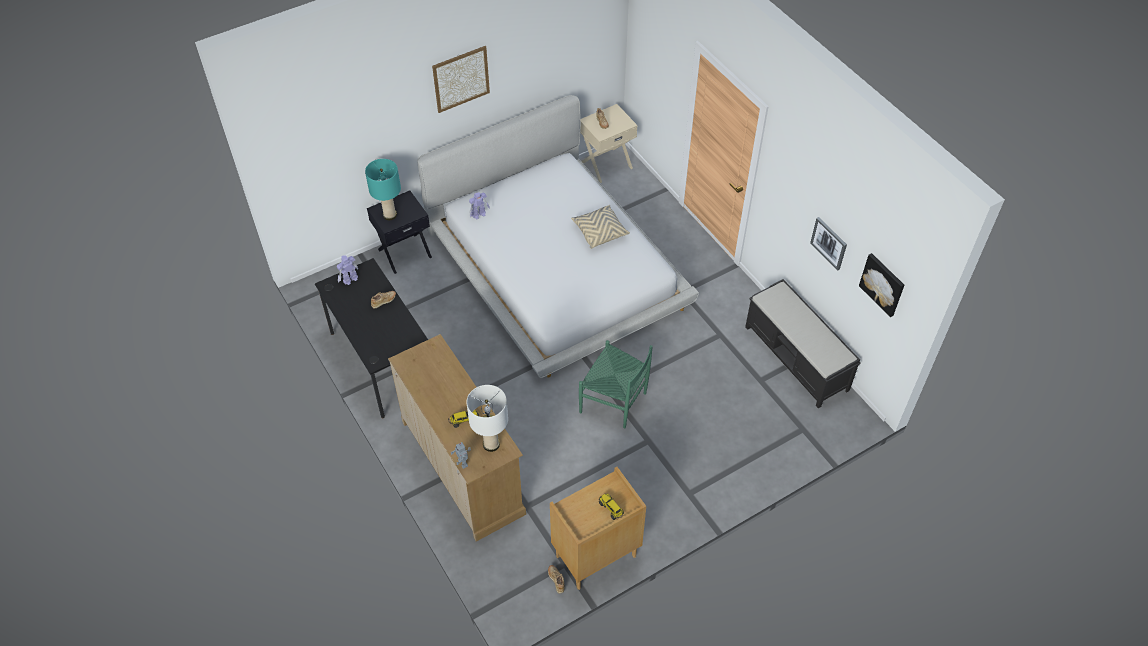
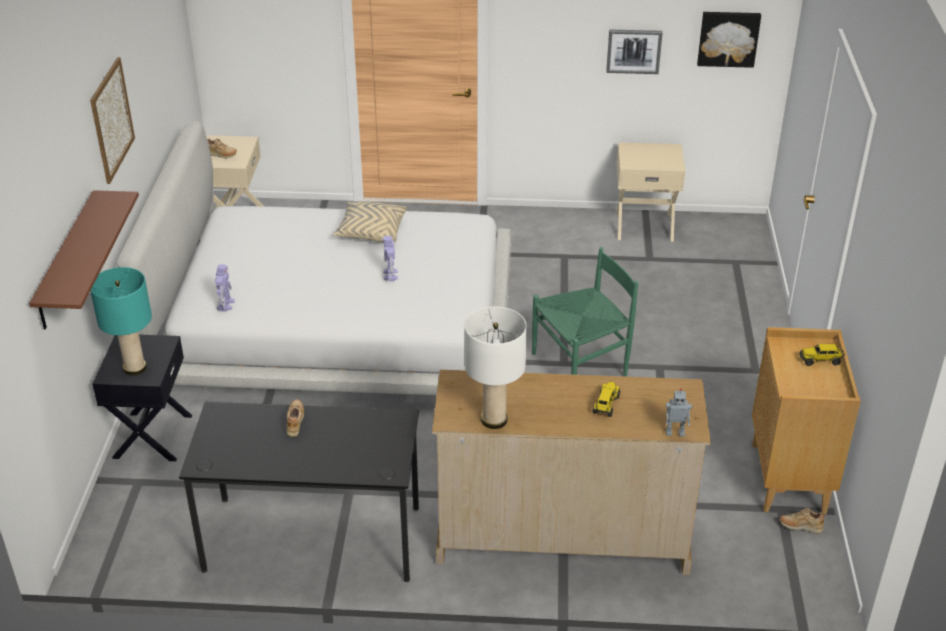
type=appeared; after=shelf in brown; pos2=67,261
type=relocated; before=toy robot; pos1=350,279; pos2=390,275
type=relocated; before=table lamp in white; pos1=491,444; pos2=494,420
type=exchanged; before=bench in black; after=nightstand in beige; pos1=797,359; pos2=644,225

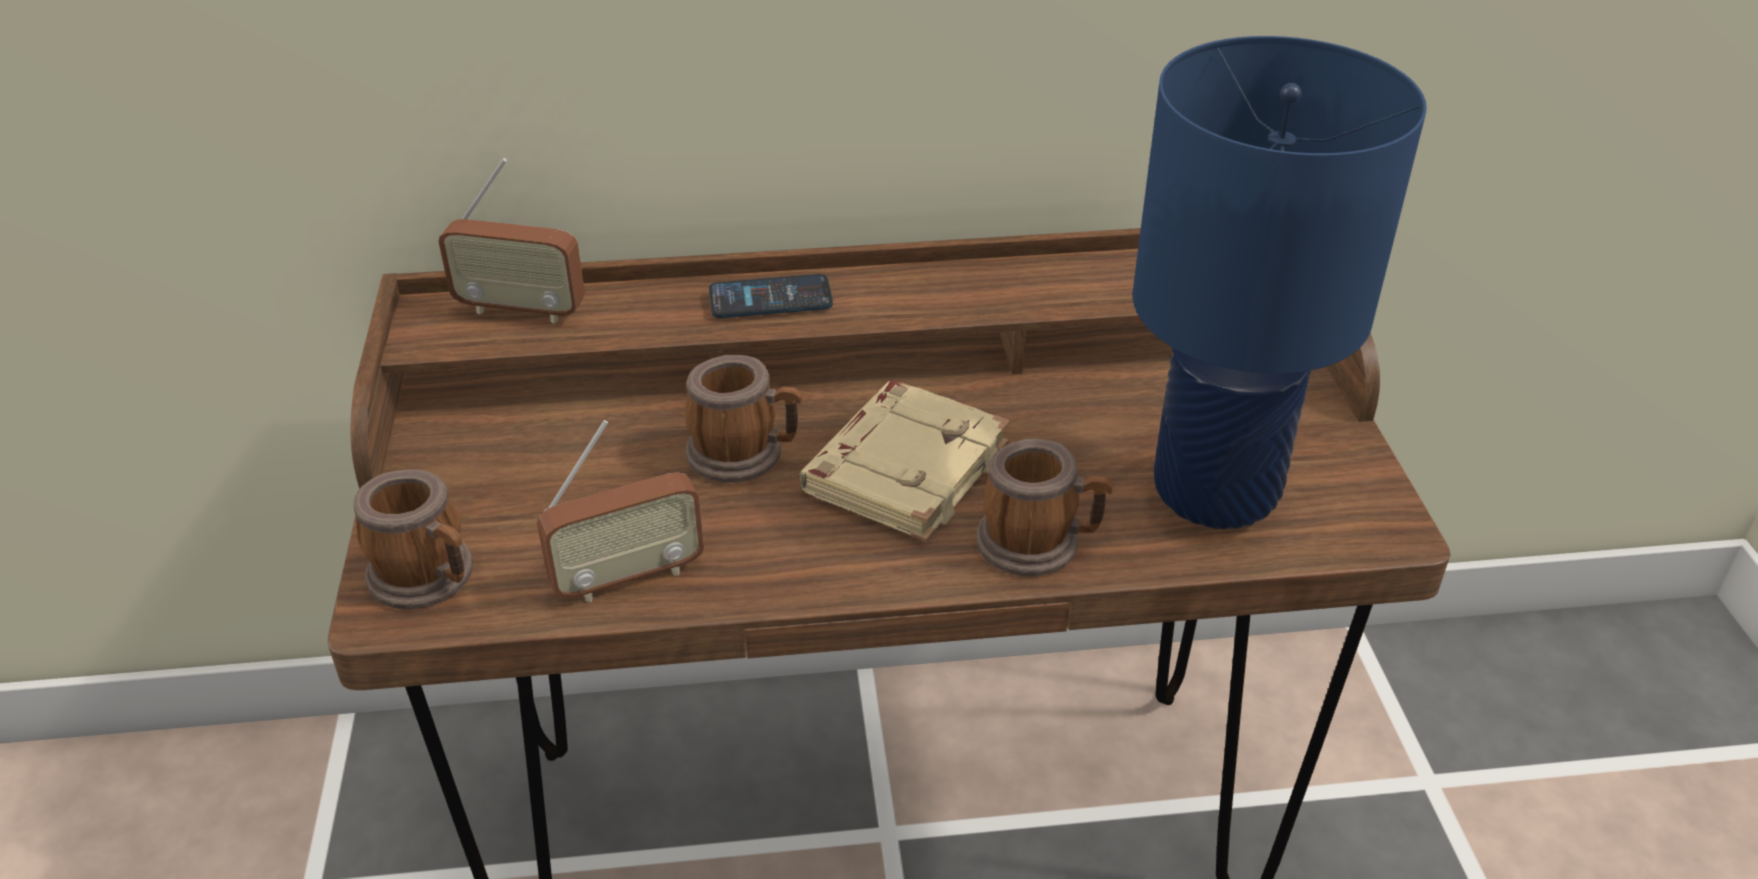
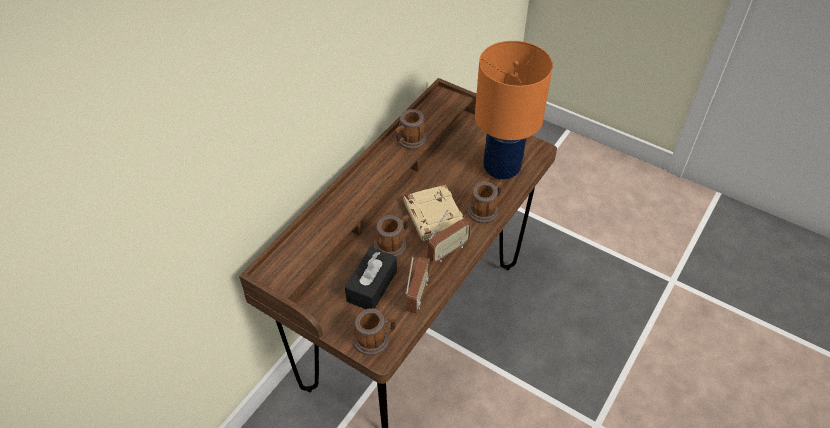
type=missing; before=phone; pos1=770,299
type=appeared; after=tissue box in black; pos2=372,286
type=appeared; after=mug; pos2=409,141
type=relocated; before=radio; pos1=521,309; pos2=448,251
type=colour; before=table lamp in blue; after=table lamp in orange; pos1=1215,501; pos2=502,169

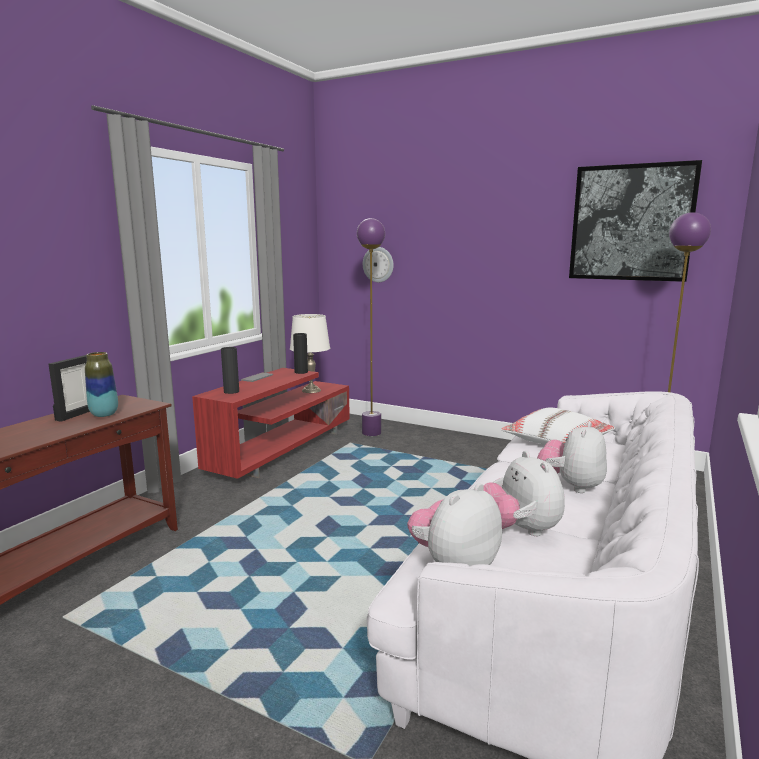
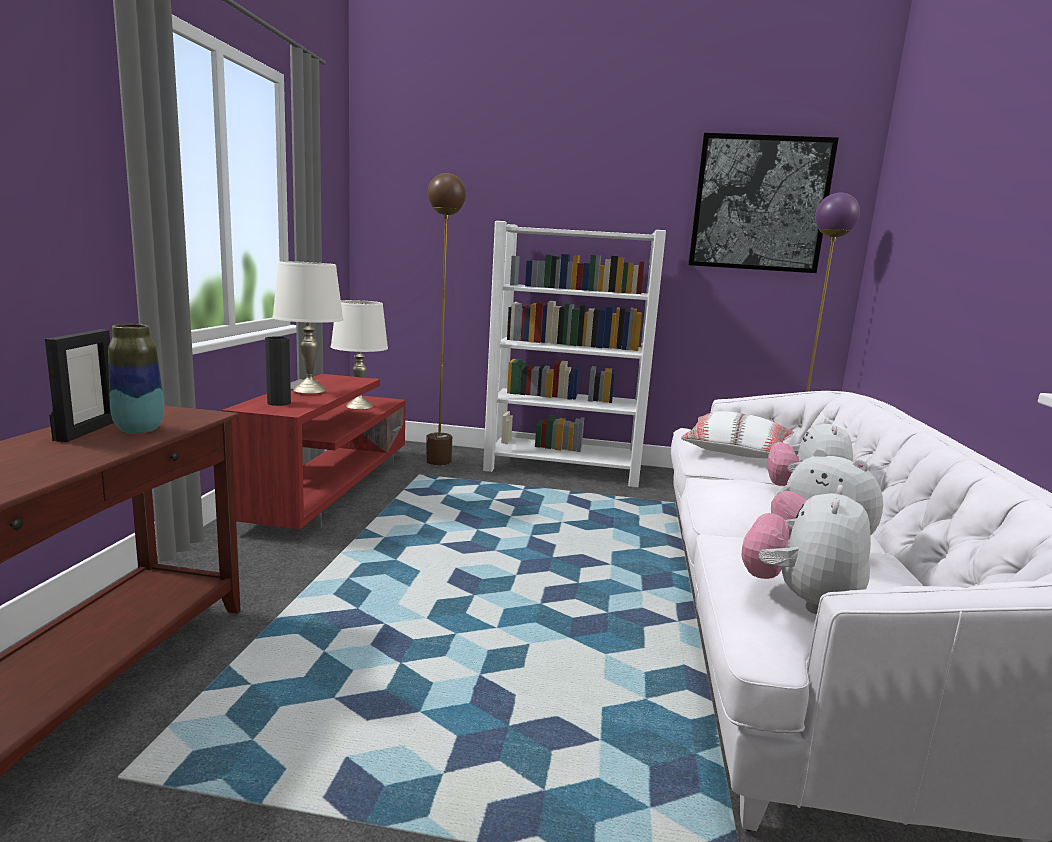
type=missing; before=vase in black; pos1=301,372
type=missing; before=wall clock; pos1=378,264
type=appeared; after=table lamp in white; pos2=310,389
type=appeared; after=bookcase in white; pos2=563,468
type=colour; before=floor lamp in purple; after=floor lamp in brown; pos1=371,433; pos2=438,461

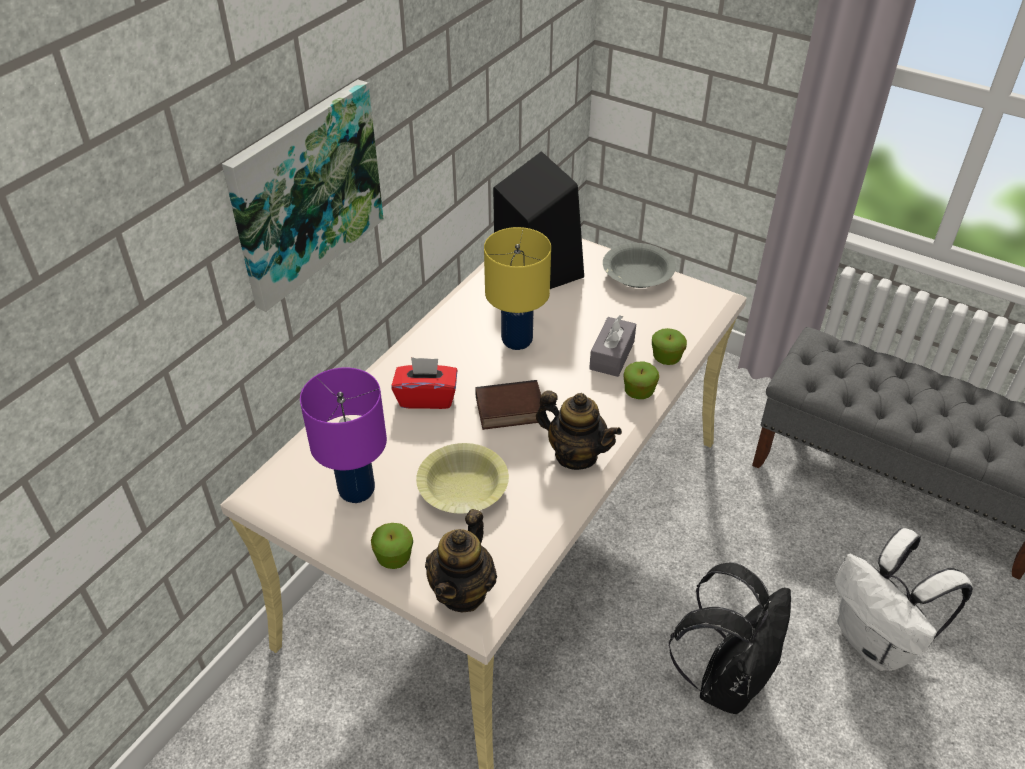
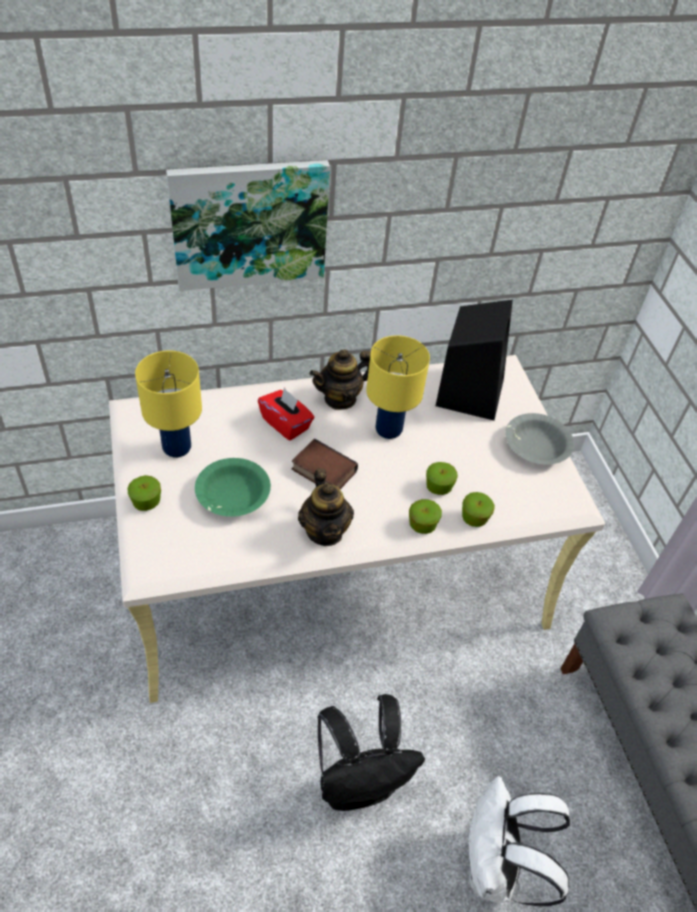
type=relocated; before=teapot; pos1=463,591; pos2=340,398
type=exchanged; before=tissue box in grey; after=apple; pos1=612,355; pos2=438,487
type=colour; before=table lamp in purple; after=table lamp in yellow; pos1=358,492; pos2=177,450
type=colour; before=bowl in yellow; after=bowl in green; pos1=462,488; pos2=233,495

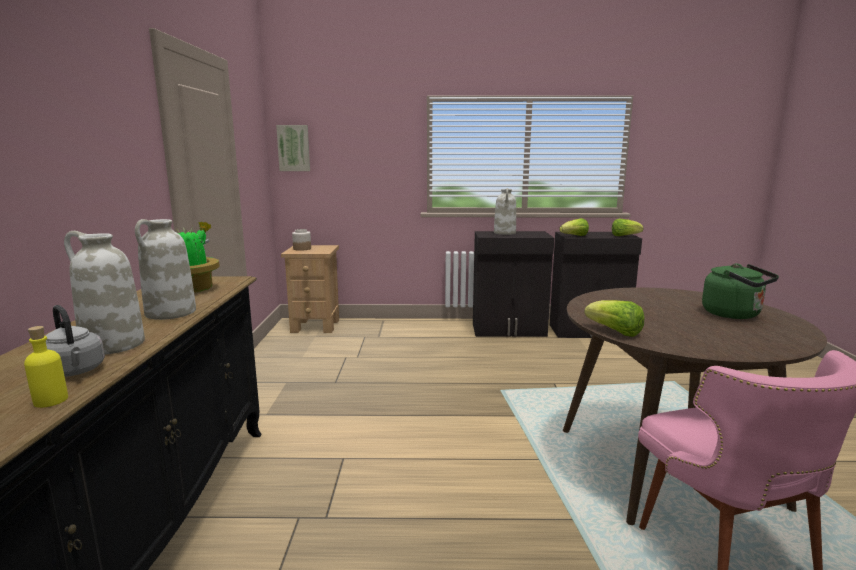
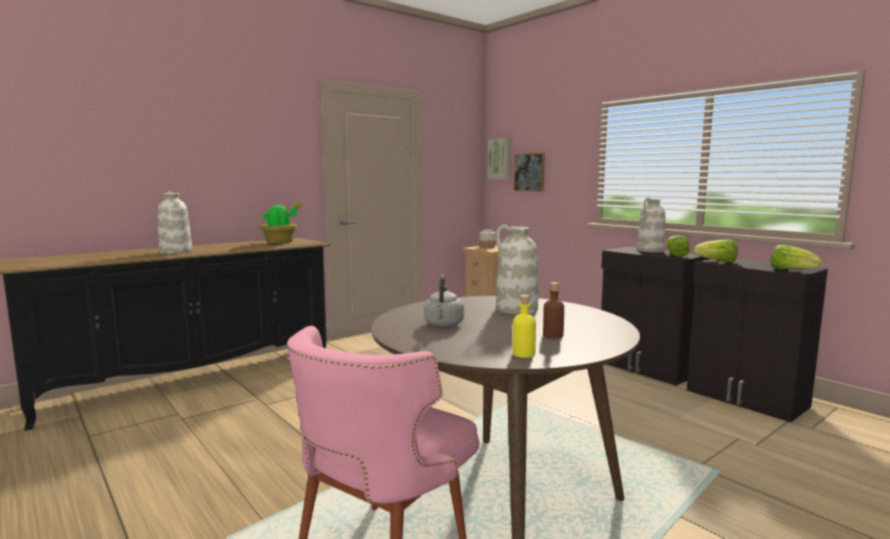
type=appeared; after=picture; pos2=529,172
type=relocated; before=bottle in yellow; pos1=50,400; pos2=523,354
type=relocated; before=kettle in grey; pos1=75,372; pos2=443,325
type=relocated; before=vase in white; pos1=170,313; pos2=516,309
type=relocated; before=lettuce; pos1=614,332; pos2=675,255
type=exchanged; before=kettle in green; after=bottle in brown; pos1=734,314; pos2=553,335

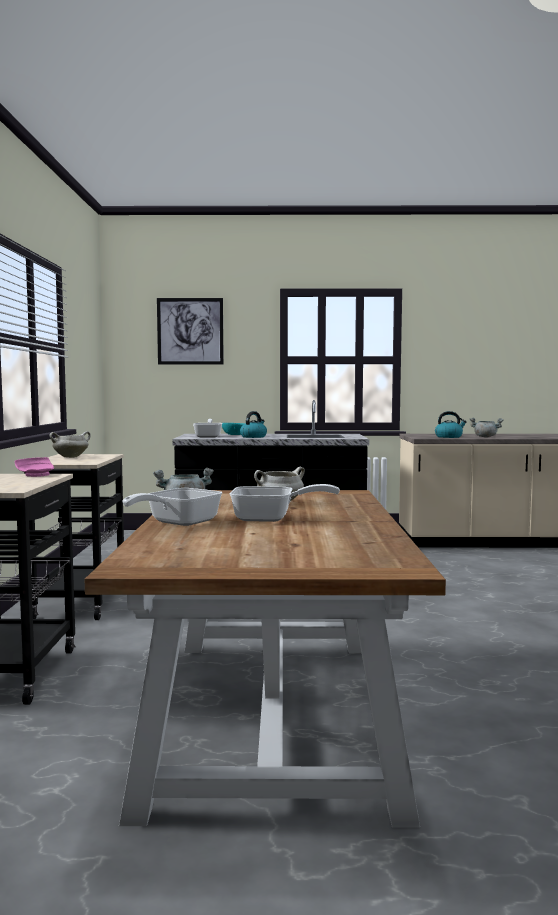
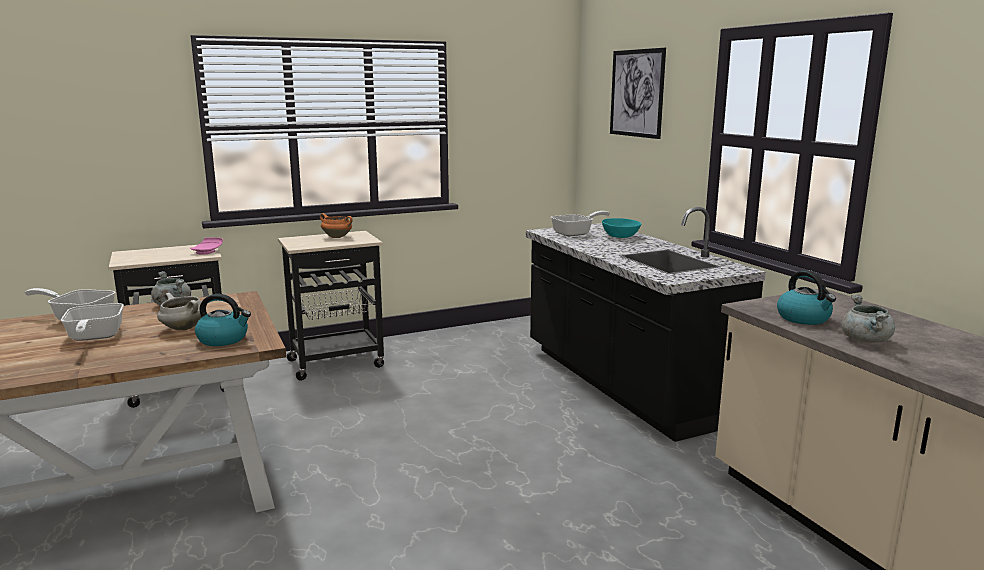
type=relocated; before=kettle; pos1=253,437; pos2=224,339
type=colour; before=cooking pot in white; after=cooking pot in orange; pos1=71,457; pos2=337,237

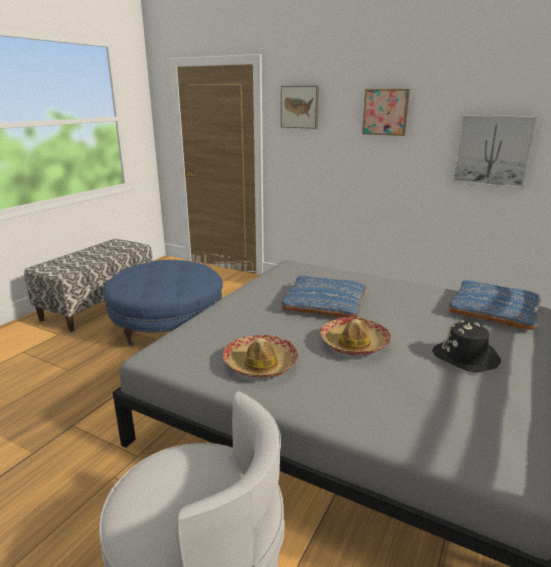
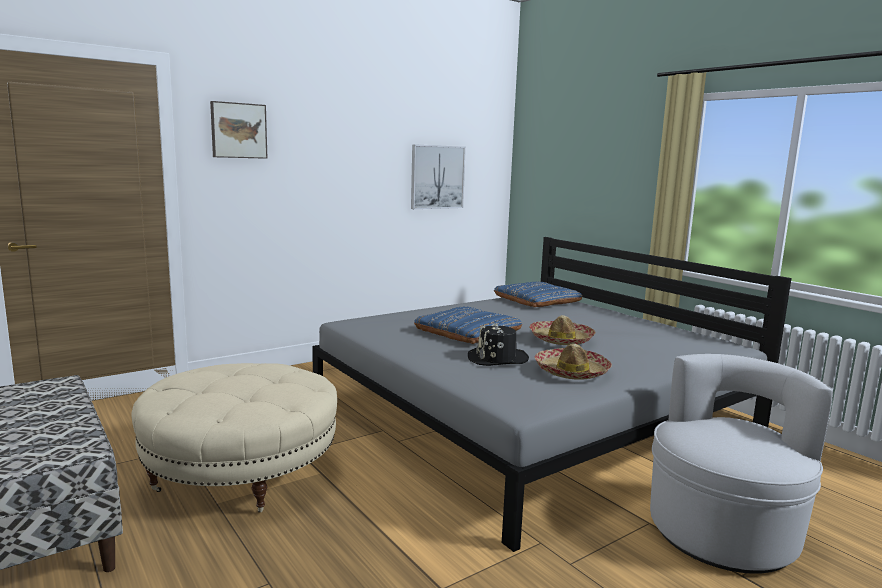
type=missing; before=picture; pos1=385,112
type=relocated; before=hat in black; pos1=465,357; pos2=497,359
type=colour; before=ottoman in blue; after=ottoman in beige; pos1=168,326; pos2=242,474

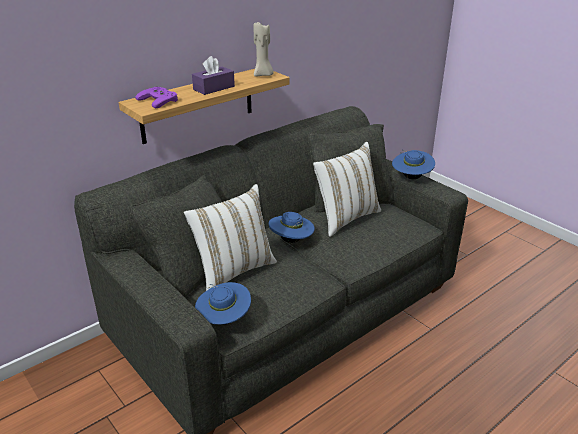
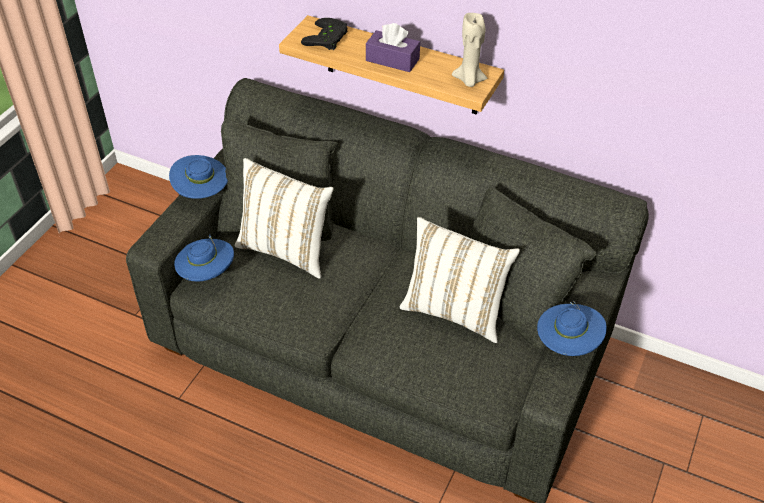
type=relocated; before=hat in blue; pos1=291,241; pos2=202,193
type=colour; before=game controller in purple; after=game controller in black; pos1=160,100; pos2=328,38

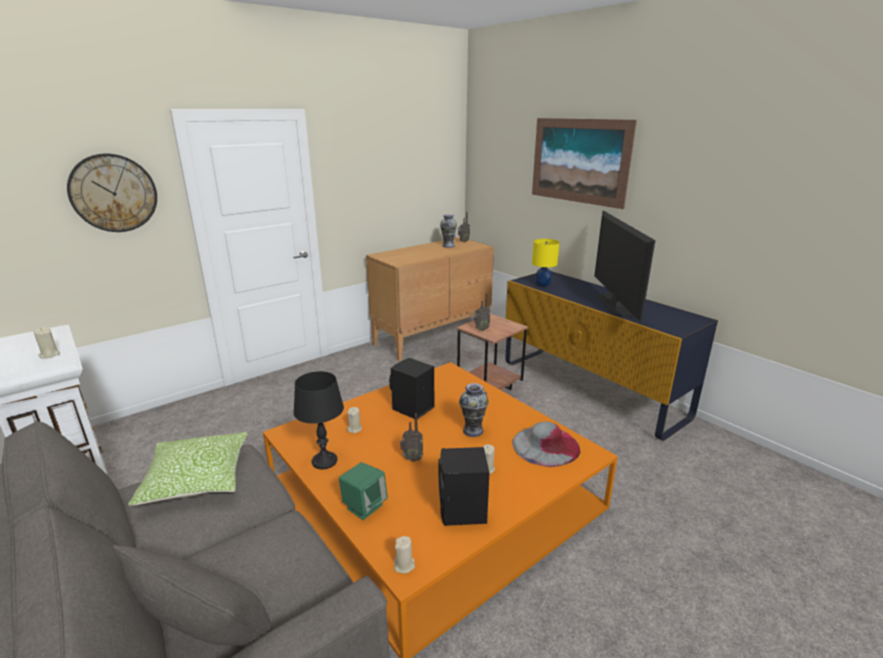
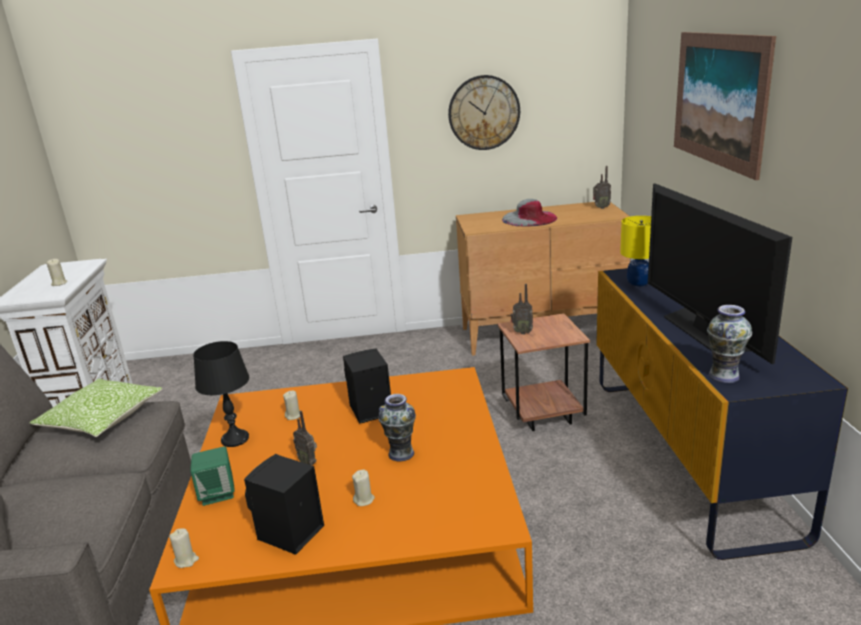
type=relocated; before=wall clock; pos1=113,193; pos2=484,113
type=relocated; before=vase; pos1=448,246; pos2=723,375
type=relocated; before=hat in grey; pos1=545,445; pos2=529,218
type=spun; before=television; pos1=615,304; pos2=704,331; turn=-45

